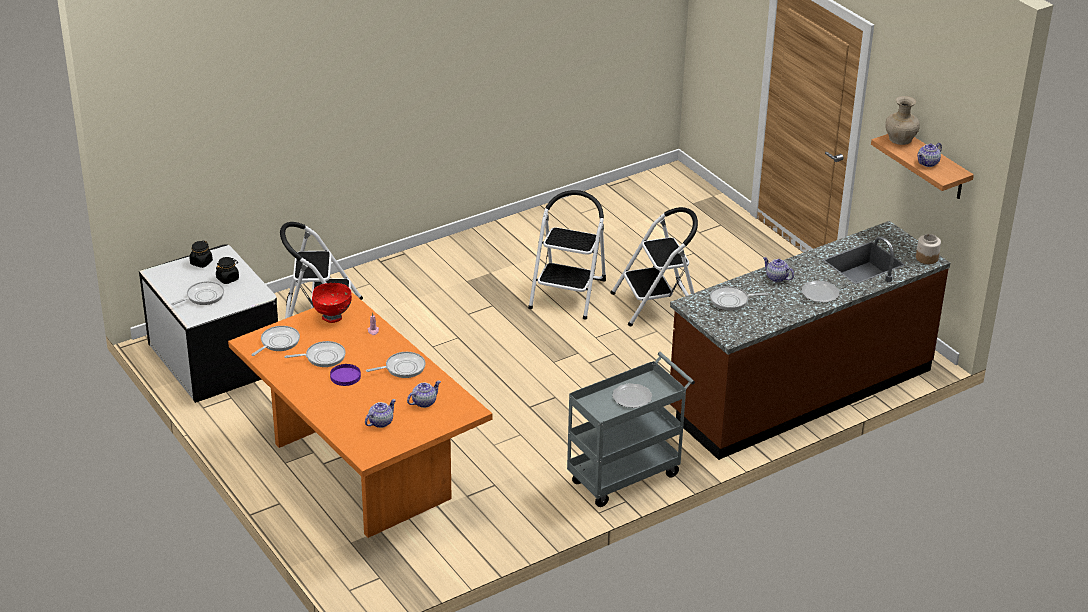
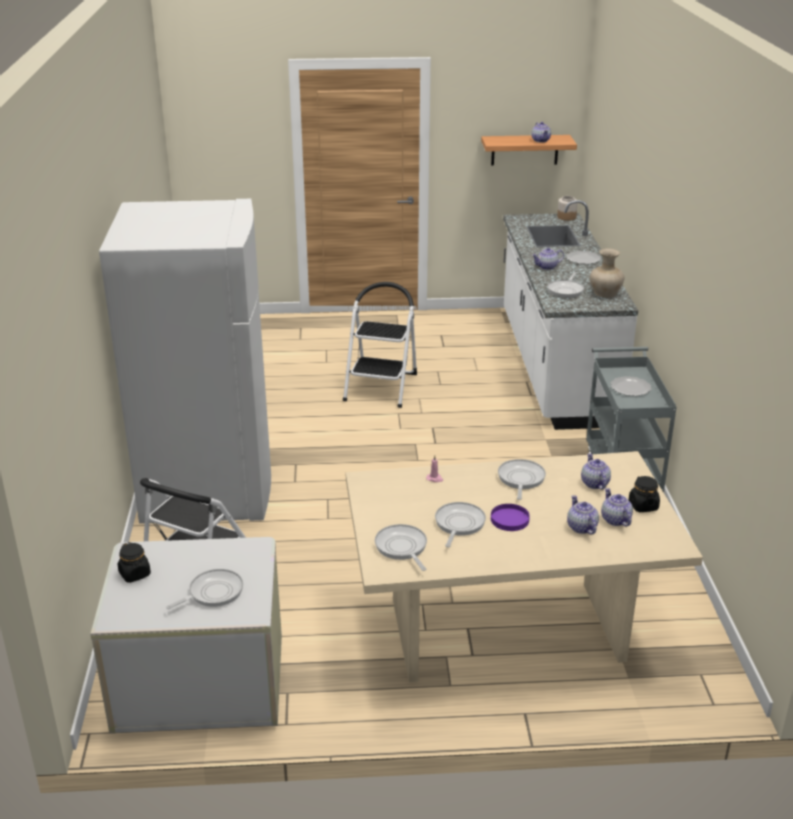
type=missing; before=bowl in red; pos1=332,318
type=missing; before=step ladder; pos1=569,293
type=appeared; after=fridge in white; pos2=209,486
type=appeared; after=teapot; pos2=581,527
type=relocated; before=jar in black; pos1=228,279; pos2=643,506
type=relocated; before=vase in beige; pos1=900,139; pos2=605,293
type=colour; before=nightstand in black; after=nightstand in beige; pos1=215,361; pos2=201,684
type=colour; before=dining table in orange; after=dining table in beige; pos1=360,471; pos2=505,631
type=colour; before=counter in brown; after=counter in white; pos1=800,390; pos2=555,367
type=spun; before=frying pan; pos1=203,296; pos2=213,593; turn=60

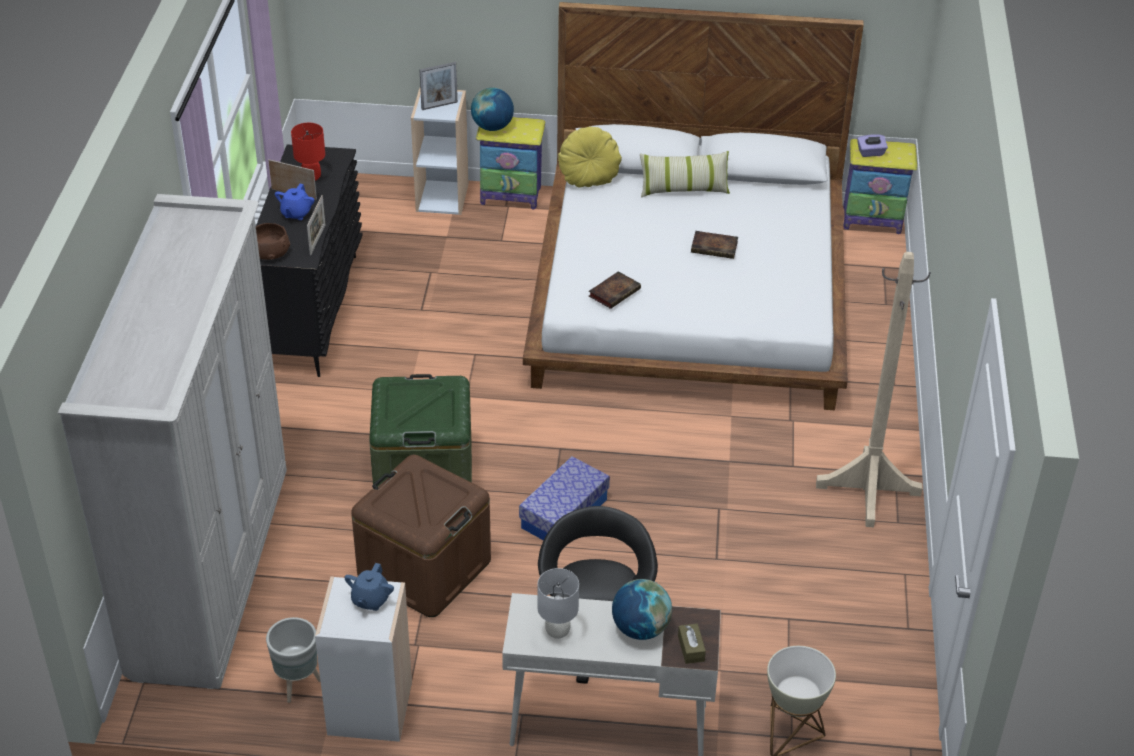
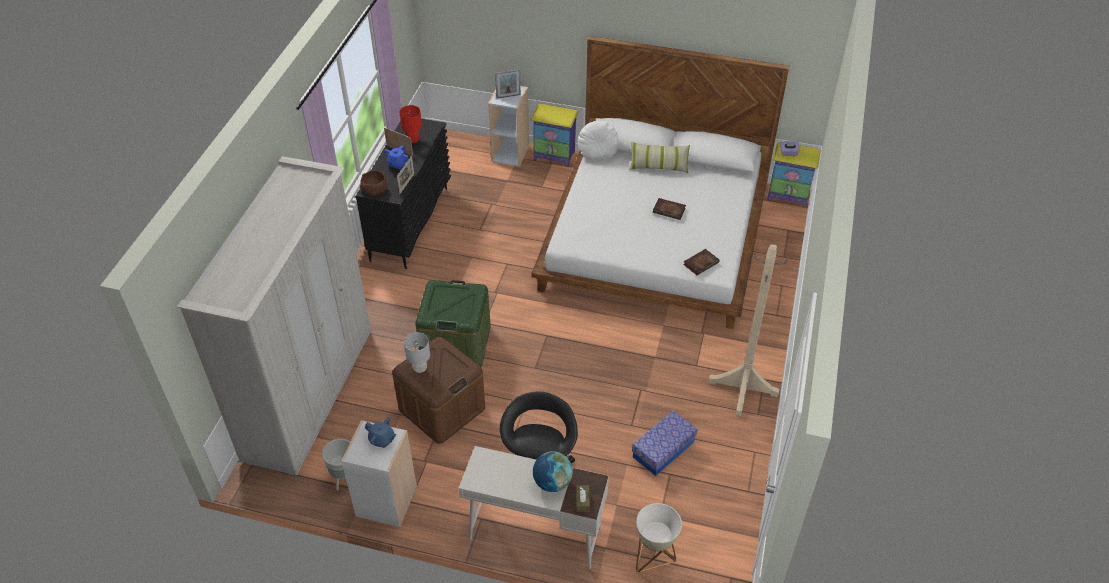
type=missing; before=globe; pos1=492,127
type=relocated; before=storage box; pos1=564,514; pos2=663,449
type=relocated; before=table lamp in grey; pos1=558,631; pos2=420,369
type=relocated; before=book; pos1=615,292; pos2=701,263
type=colour; before=pillow in yellow; after=pillow in white; pos1=589,180; pos2=597,155
type=spun; before=teapot in blue; pos1=370,600; pos2=382,440; turn=-90

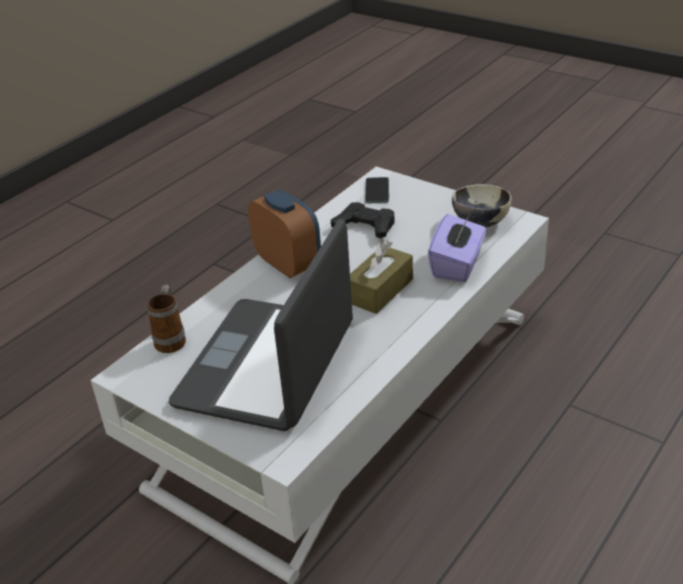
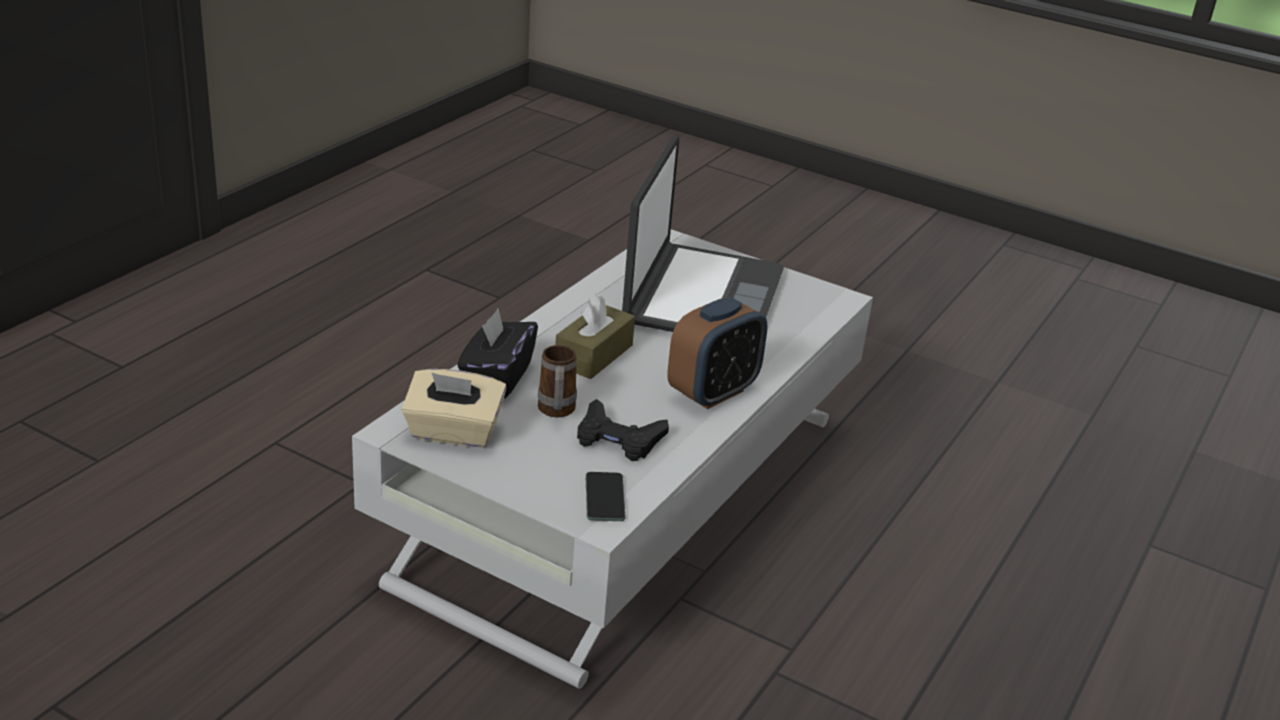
type=relocated; before=mug; pos1=171,339; pos2=556,412
type=exchanged; before=bowl; after=tissue box in beige; pos1=480,223; pos2=453,432
type=colour; before=tissue box in purple; after=tissue box in black; pos1=457,265; pos2=497,377
type=spun; before=alarm clock; pos1=288,264; pos2=713,392; turn=-90

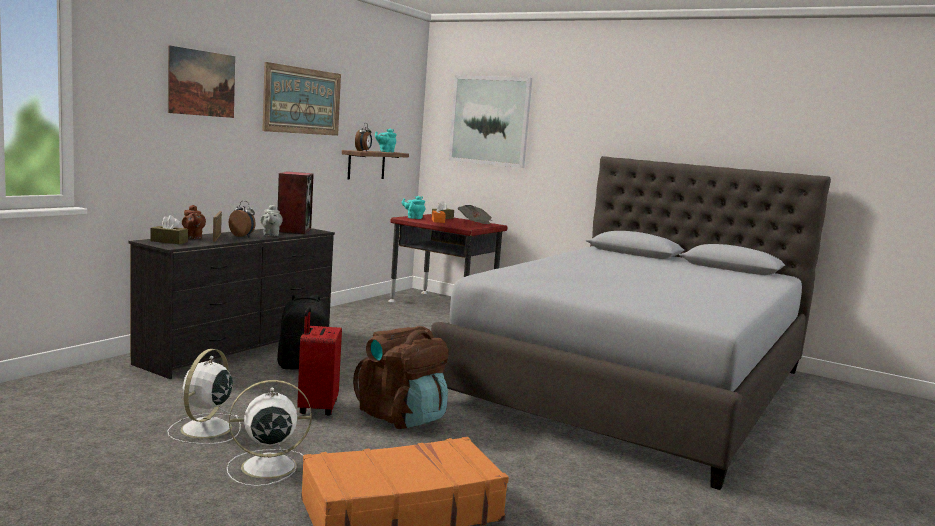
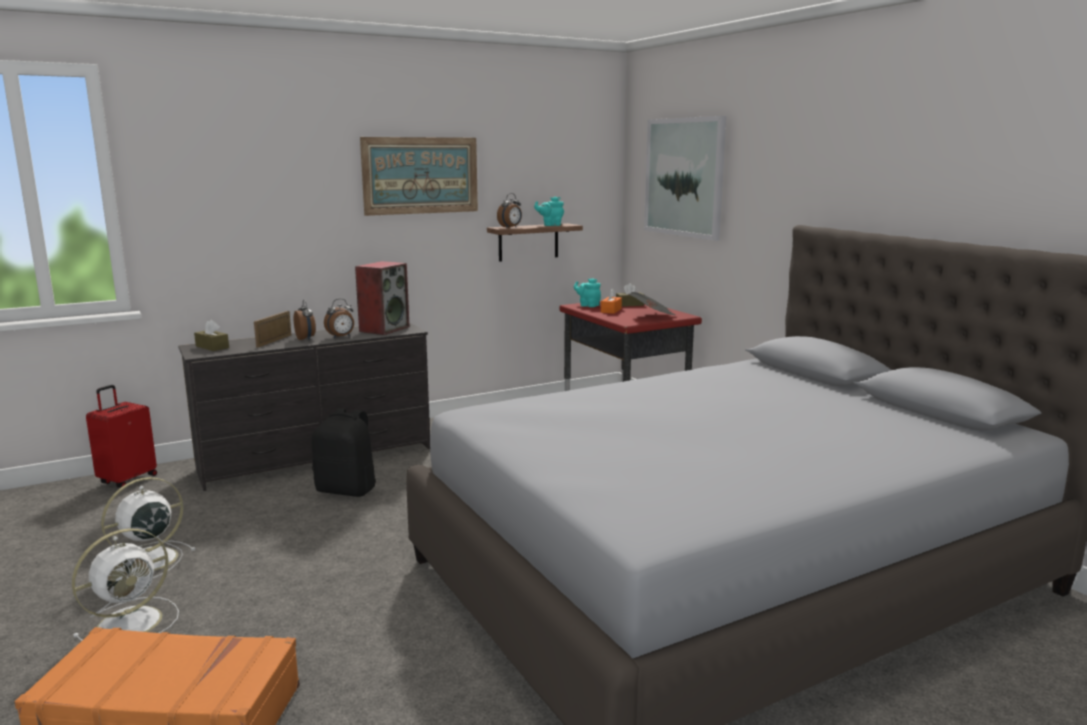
type=missing; before=picture; pos1=202,83
type=missing; before=teapot in brown; pos1=192,237
type=missing; before=backpack in brown; pos1=402,417
type=relocated; before=suitcase in red; pos1=316,408; pos2=127,479
type=exchanged; before=teapot in grey; after=alarm clock; pos1=271,235; pos2=341,337
type=spun; before=fan in white; pos1=266,467; pos2=132,622; turn=120

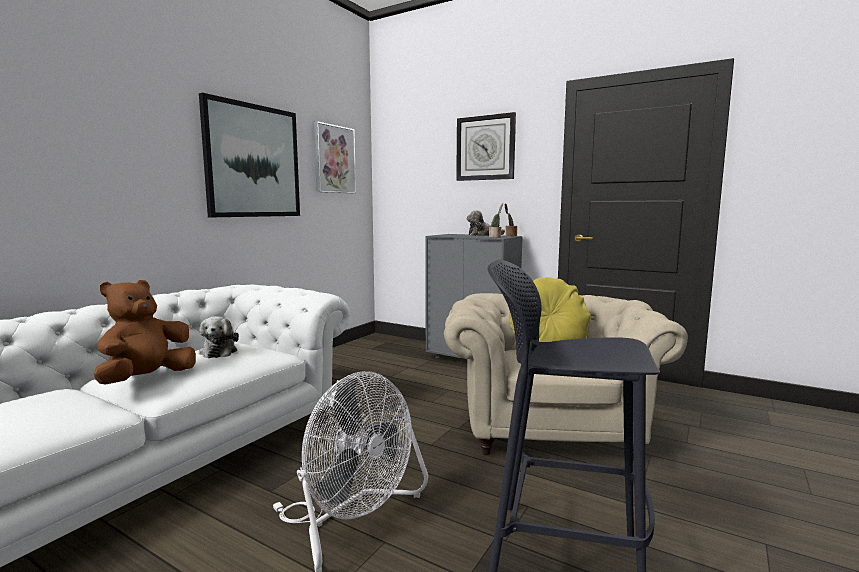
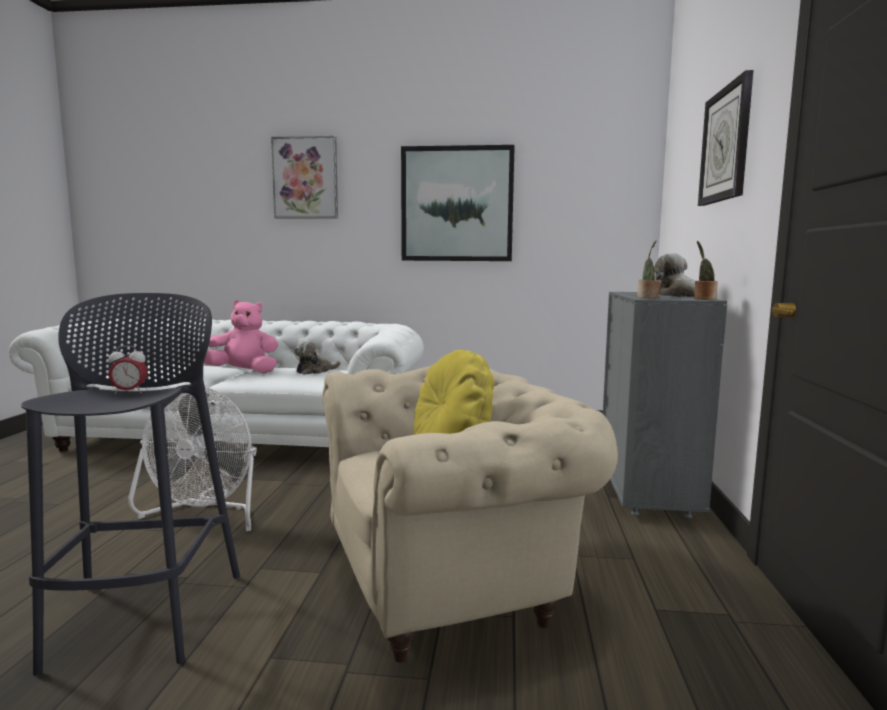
type=appeared; after=alarm clock; pos2=129,392
type=relocated; before=picture; pos1=334,159; pos2=305,178
type=colour; before=plush toy in brown; after=plush toy in pink; pos1=147,379; pos2=244,372

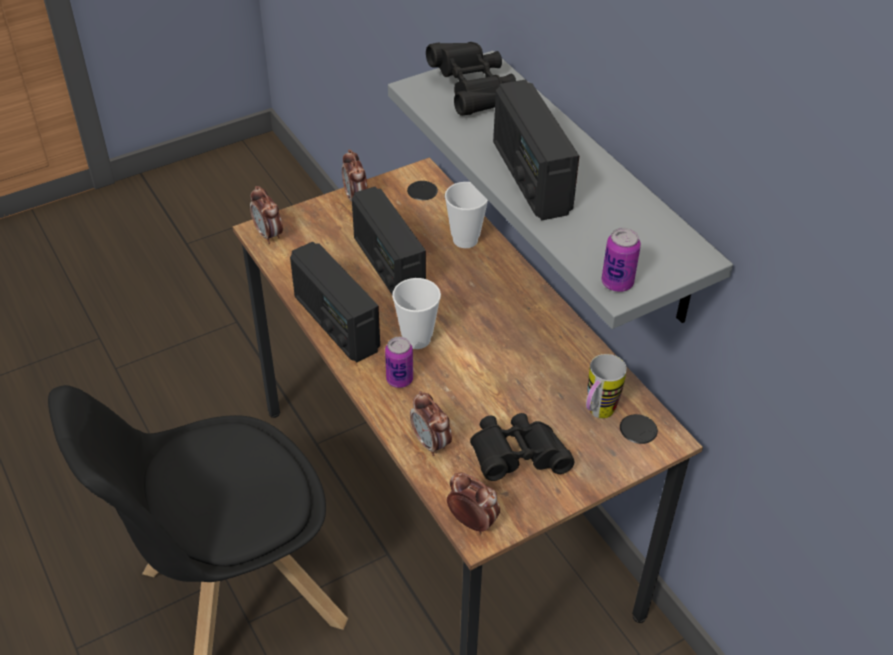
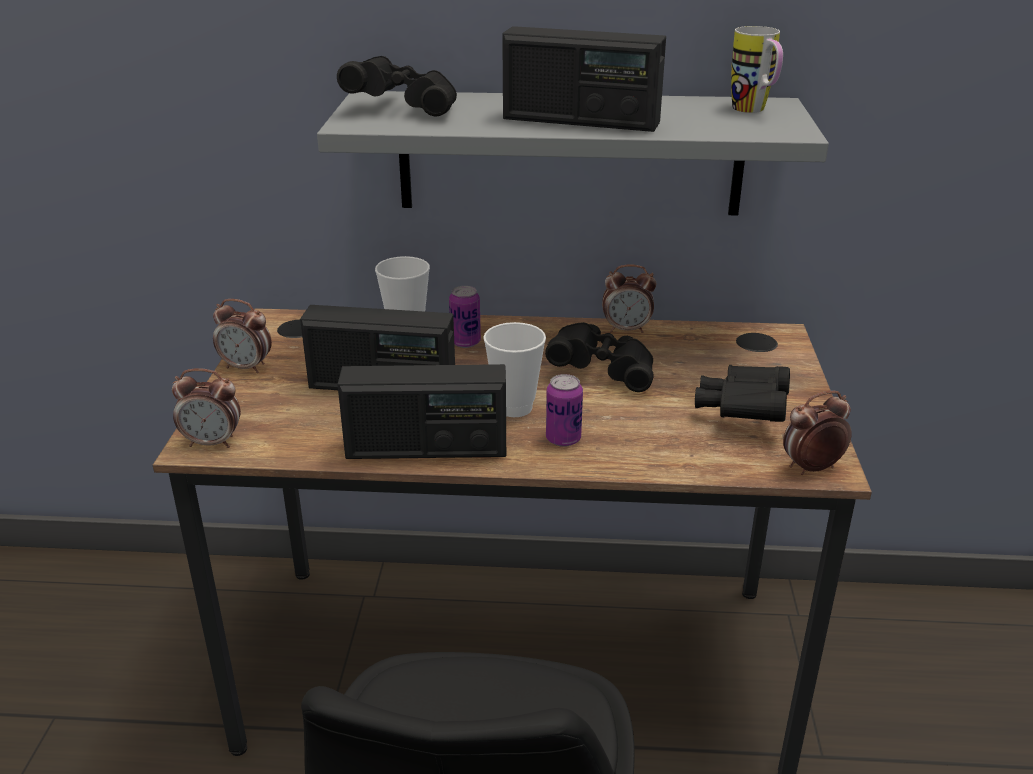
type=appeared; after=binoculars in black; pos2=603,372
type=relocated; before=alarm clock; pos1=431,443; pos2=626,329
type=relocated; before=mug; pos1=596,414; pos2=754,111
type=relocated; before=can; pos1=617,283; pos2=465,342

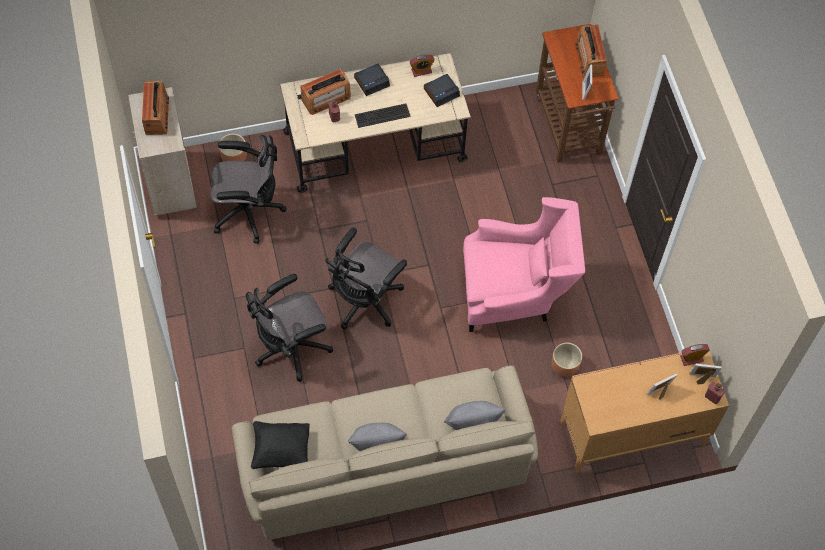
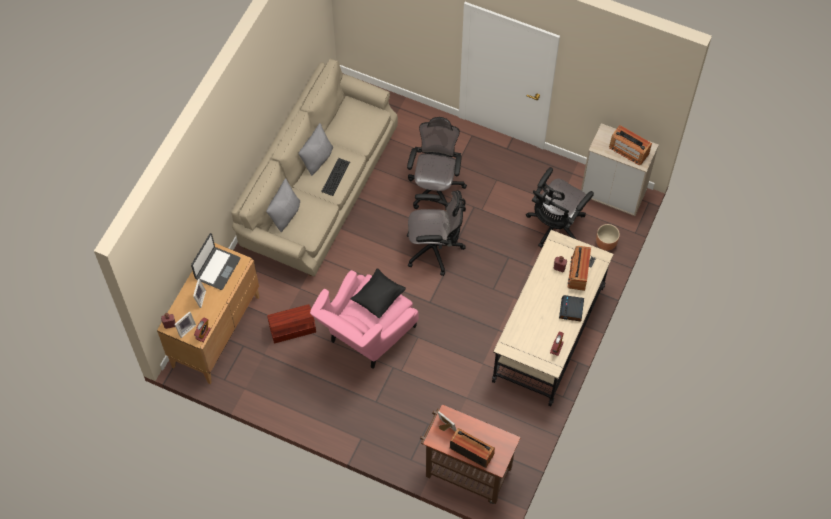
type=missing; before=alarm clock; pos1=441,92
type=appeared; after=laptop; pos2=217,268
type=relocated; before=pillow in black; pos1=281,451; pos2=379,298
type=relocated; before=keyboard; pos1=382,116; pos2=335,176
type=exchanged; before=planter in brown; after=storage box in brown; pos1=565,366; pos2=292,328
type=spun; before=office chair; pos1=365,300; pos2=434,249; turn=105

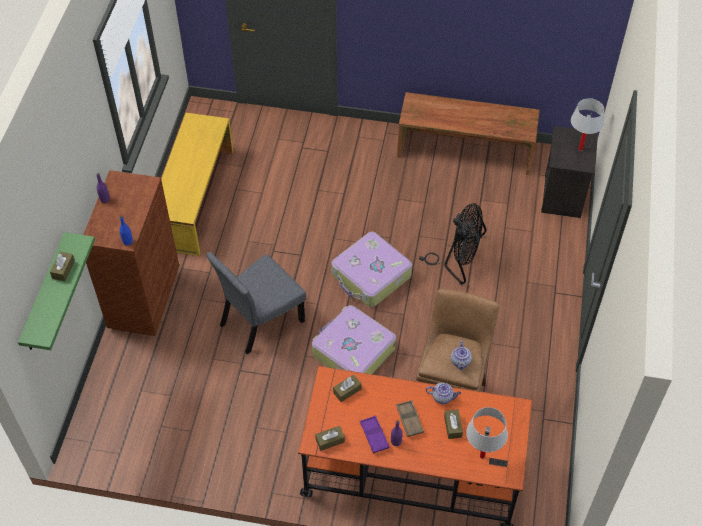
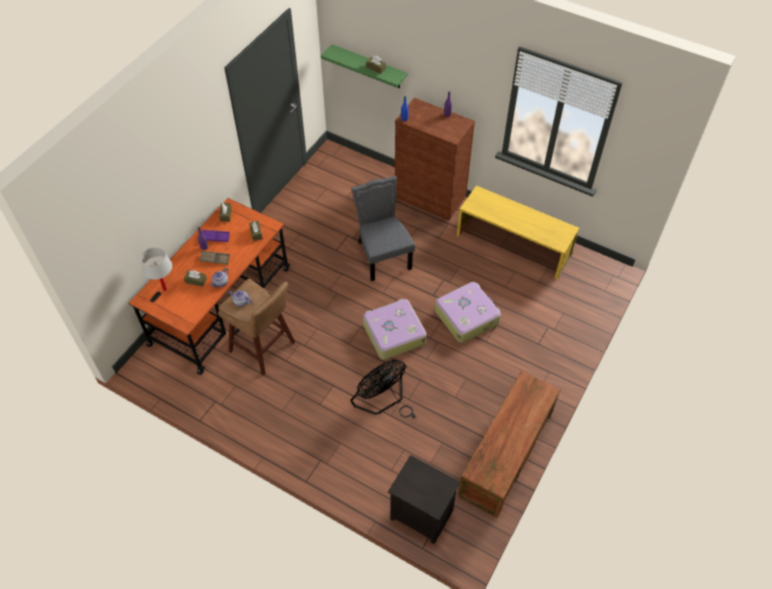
type=missing; before=table lamp in white; pos1=580,149
type=relocated; before=suitcase; pos1=352,351; pos2=466,316
type=spun; before=fan in black; pos1=457,258; pos2=386,400; turn=105

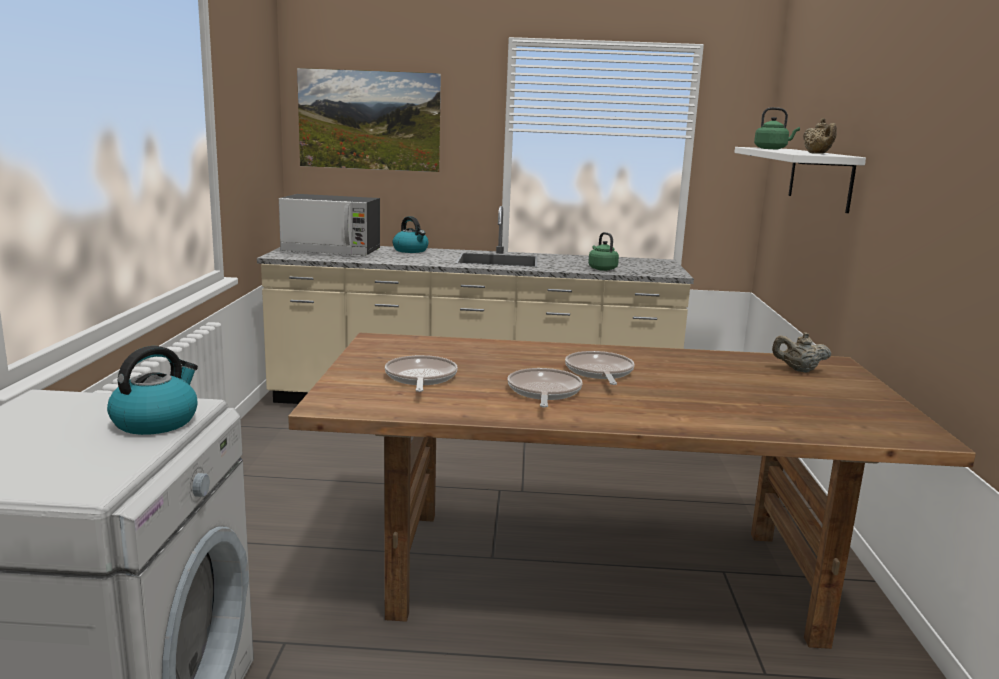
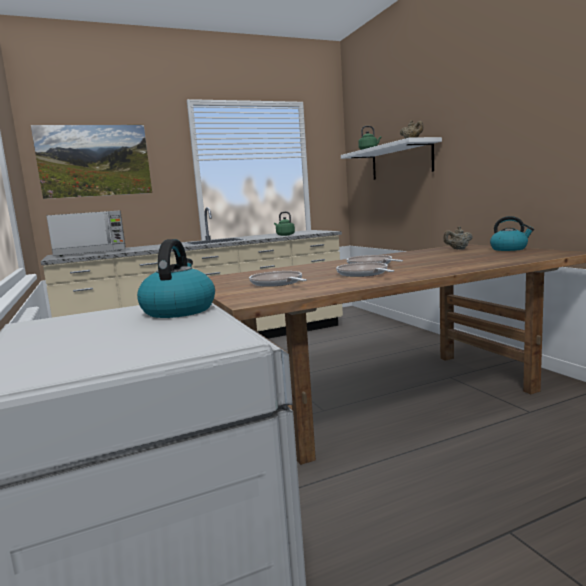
type=relocated; before=kettle; pos1=411,250; pos2=509,249

